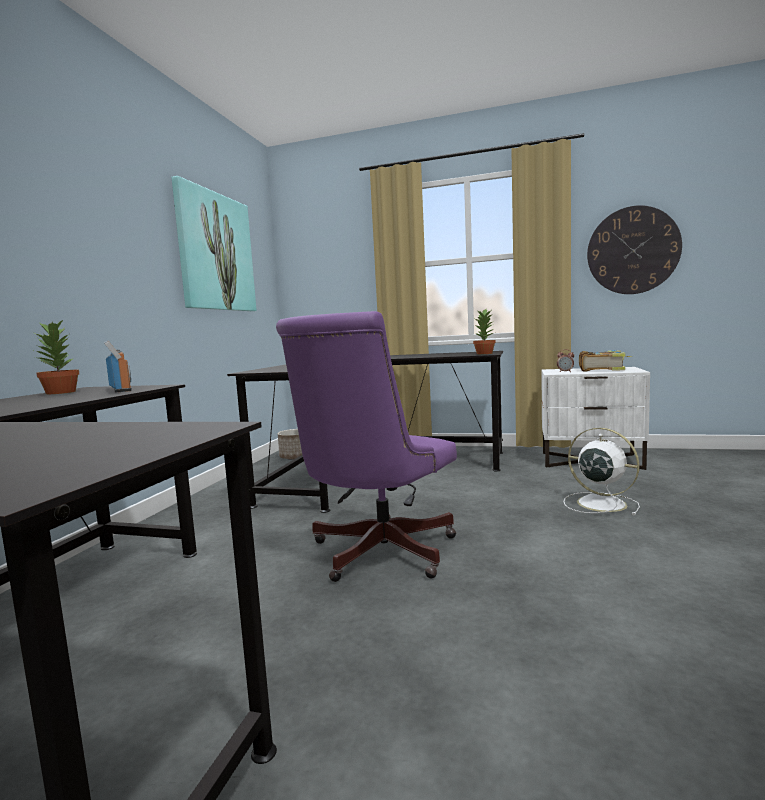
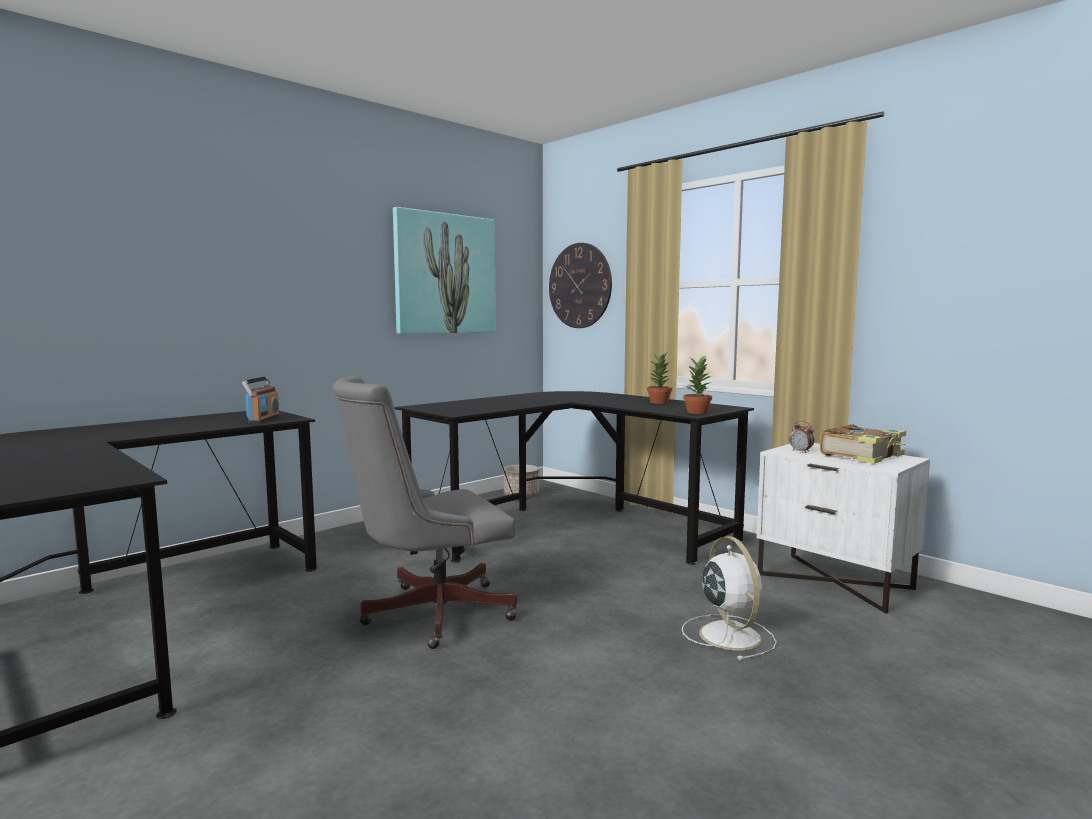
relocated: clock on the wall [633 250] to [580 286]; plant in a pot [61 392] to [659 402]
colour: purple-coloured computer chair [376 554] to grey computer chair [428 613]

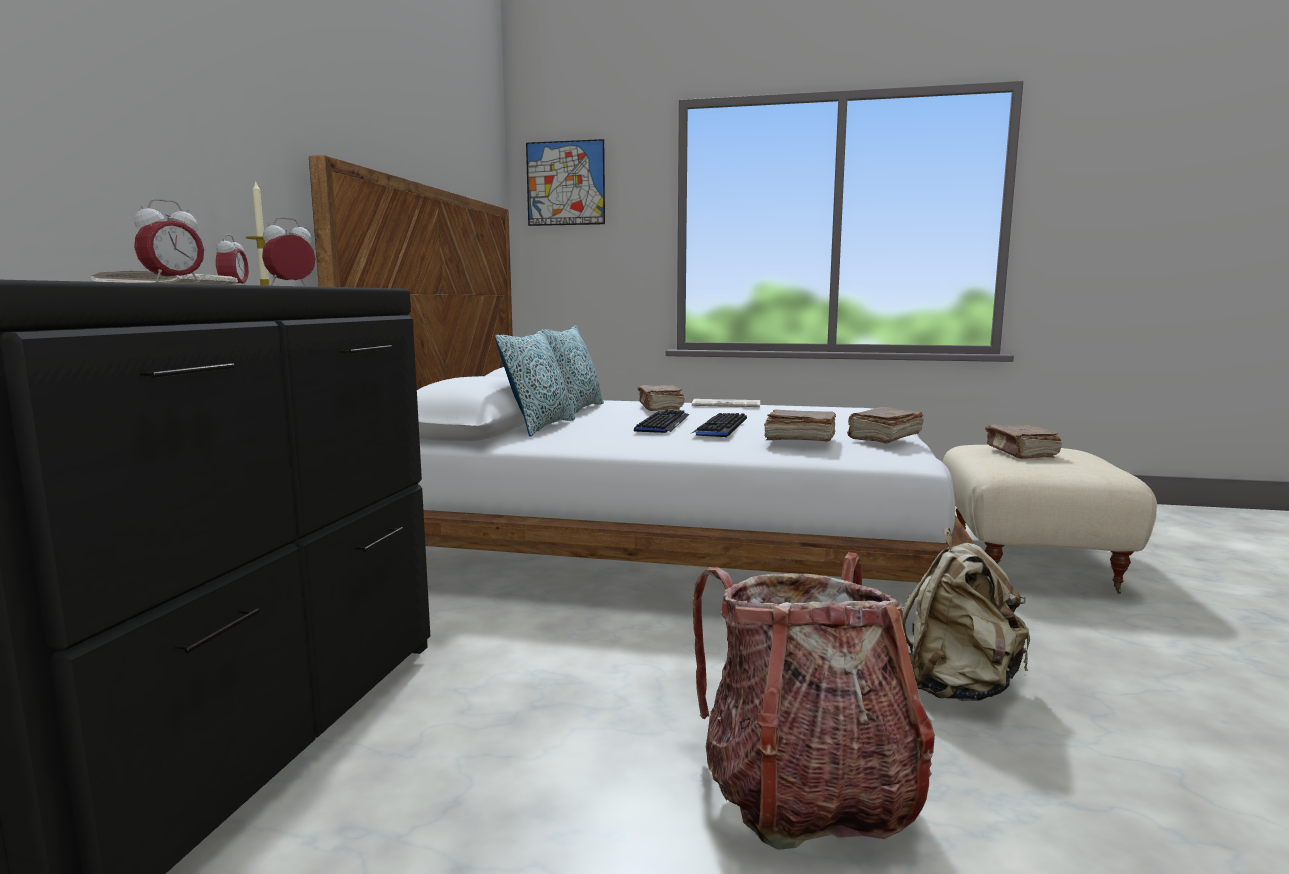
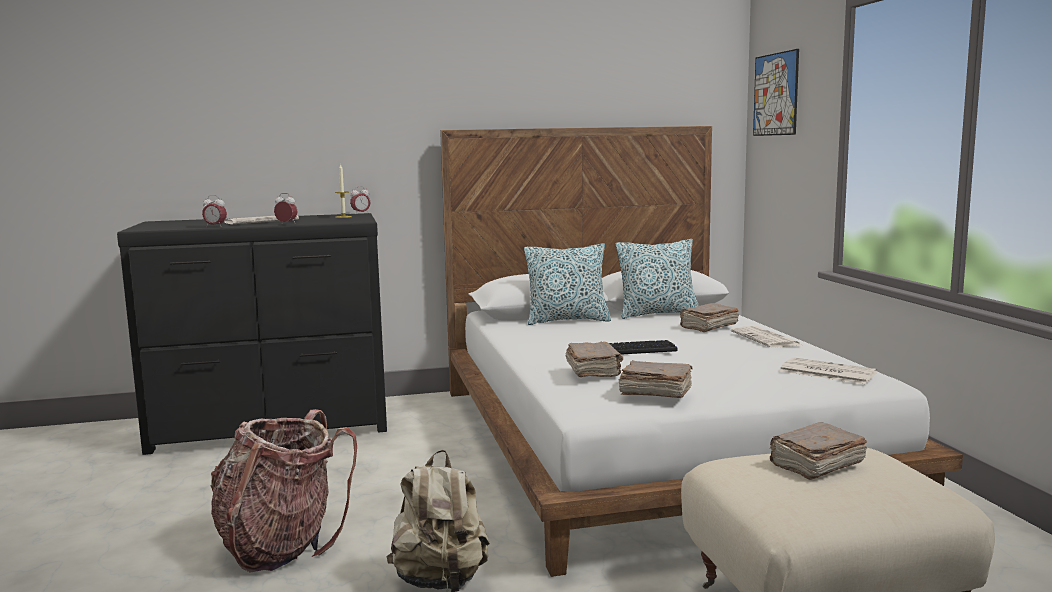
missing: PC keyboard [663 423]
appeared: daily paper [826 372]

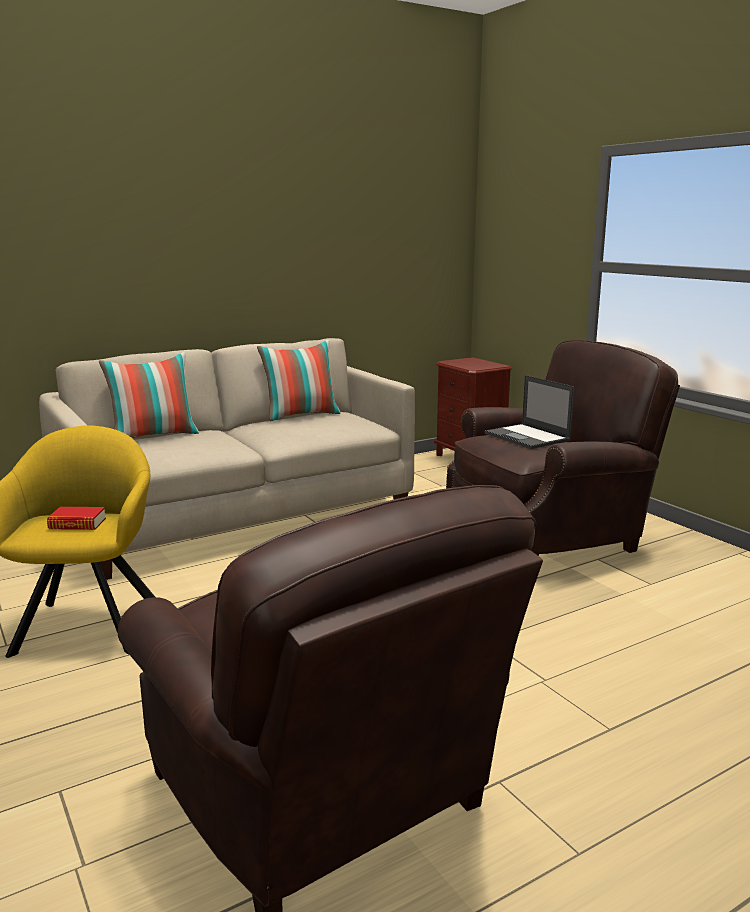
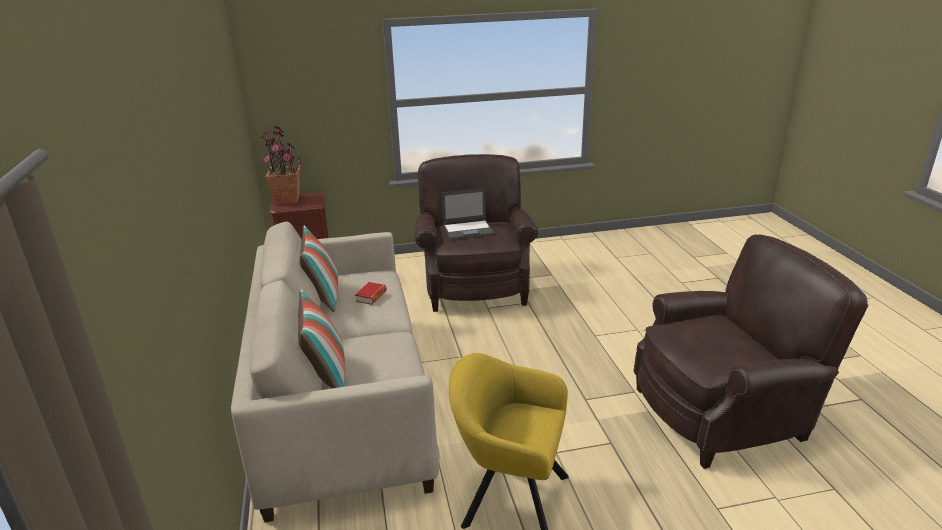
appeared: plant in a pot [288 200]
relocated: volume [77 524] to [371 296]

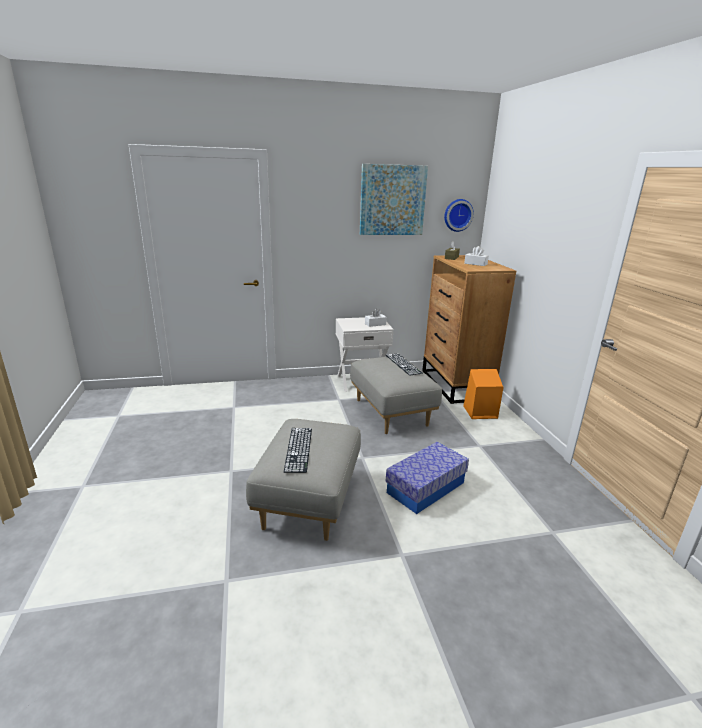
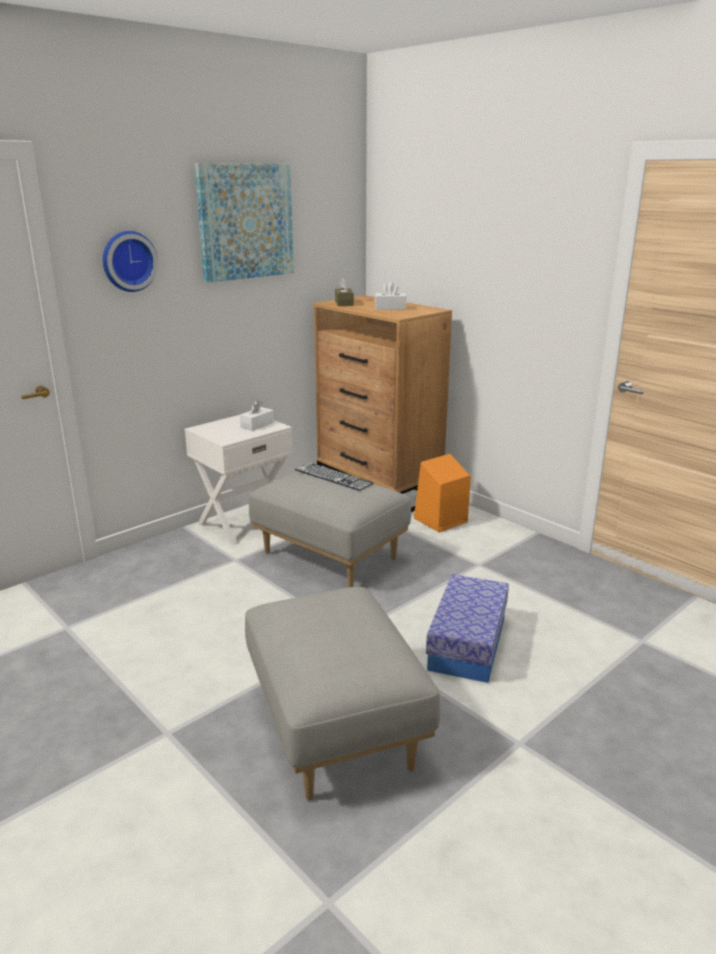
missing: PC keyboard [298 449]
relocated: clock on the wall [457 215] to [128 261]

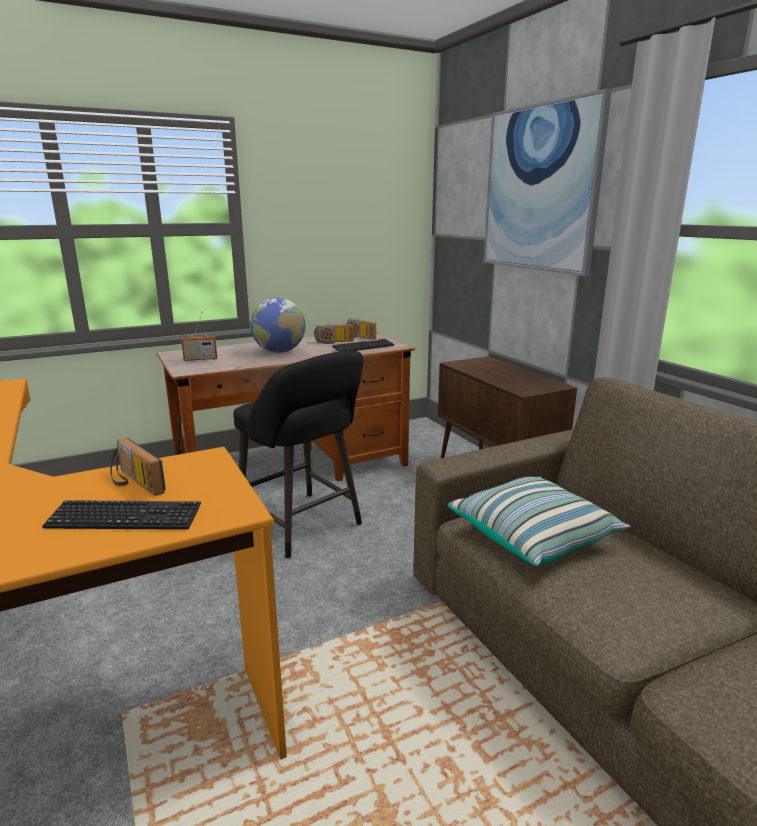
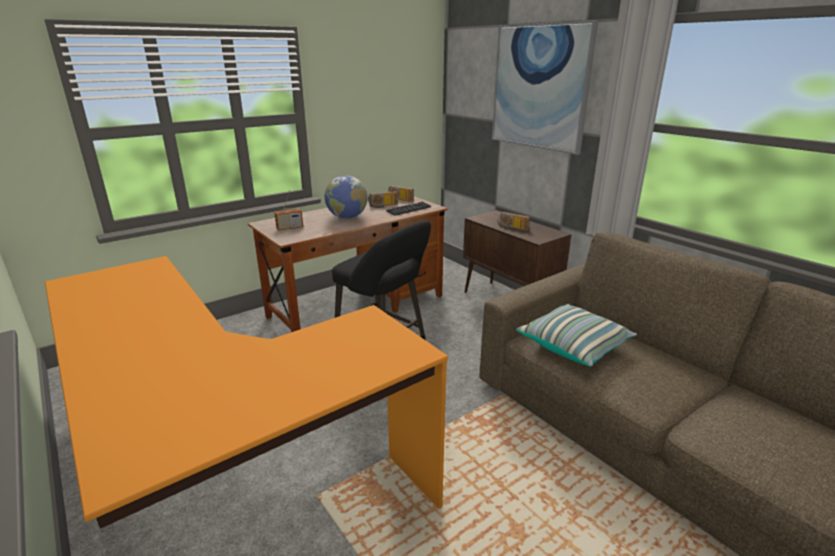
missing: PC keyboard [125 518]
relocated: radio [133 483] to [511 228]

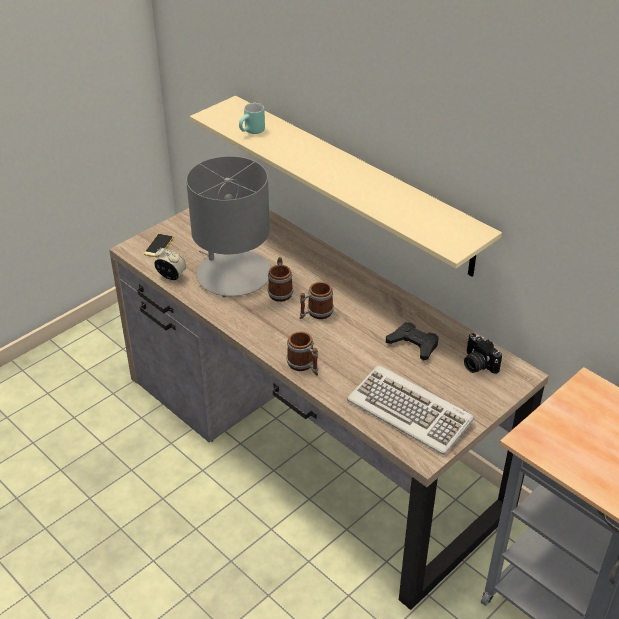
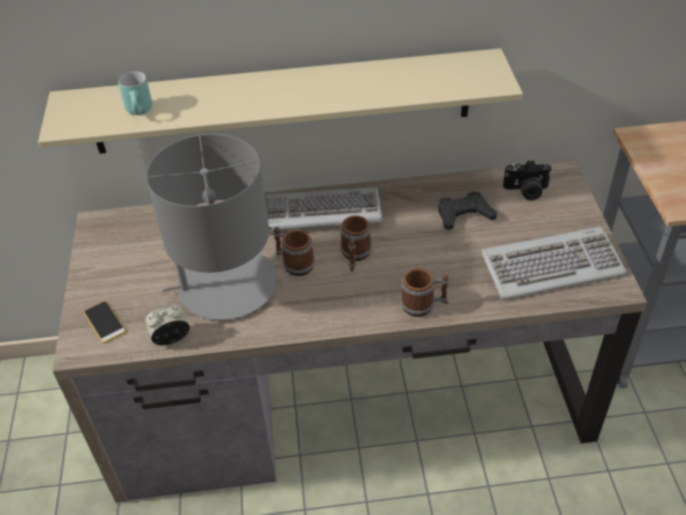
appeared: PC keyboard [319 214]

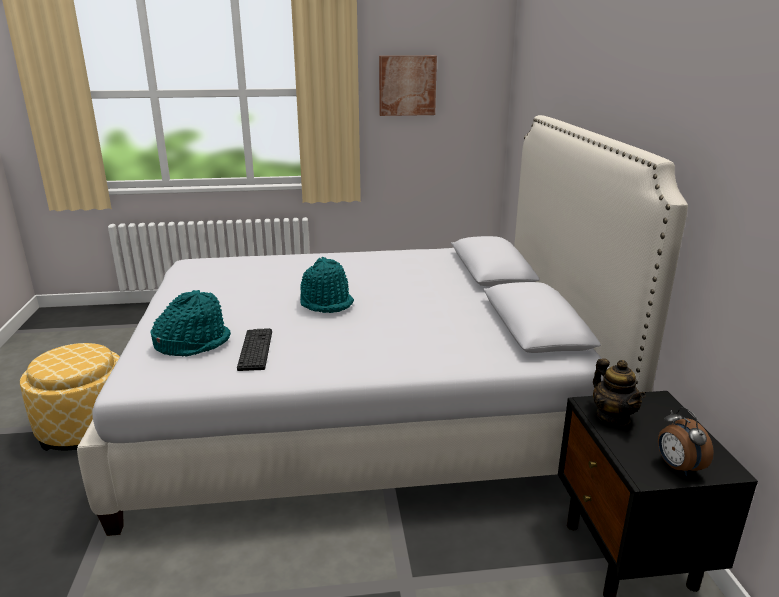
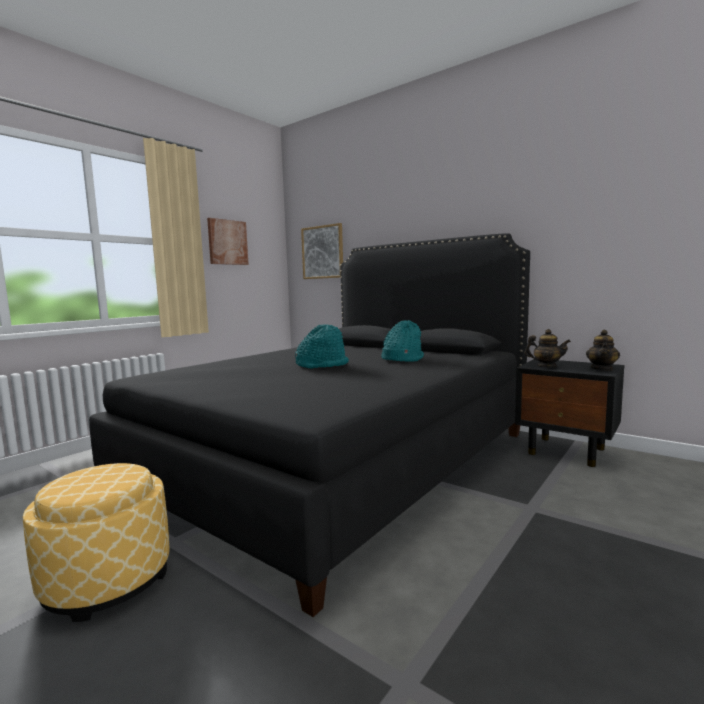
missing: PC keyboard [255 350]
appeared: wall art [323 252]
relocated: turquoise hat [193 343] to [402 359]
exchanged: table clock [677 467] to tea pot [602 369]
colour: white-coloured sleeping bed [364 408] to black-coloured sleeping bed [340 460]

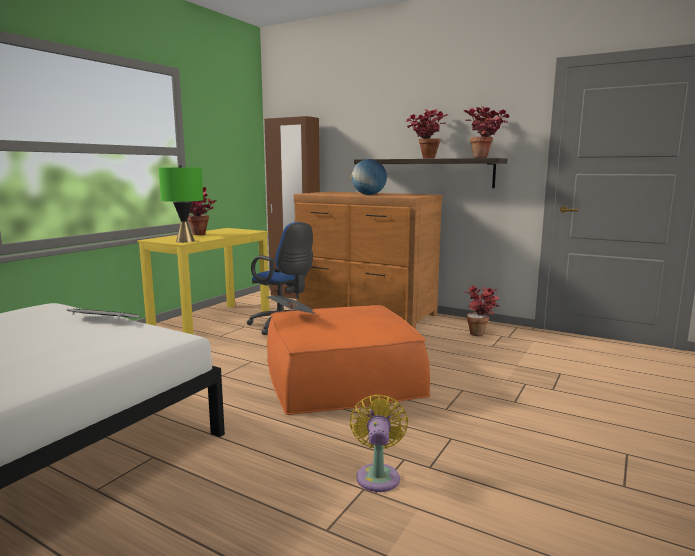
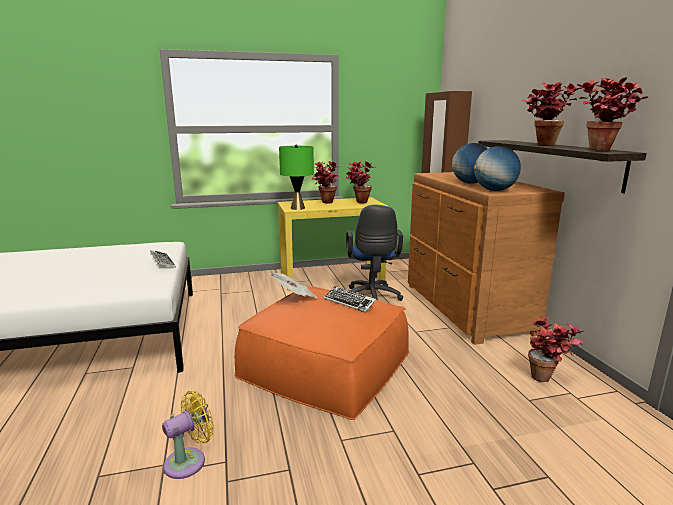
appeared: world globe [494 190]; plant in a pot [358 203]; PC keyboard [349 302]

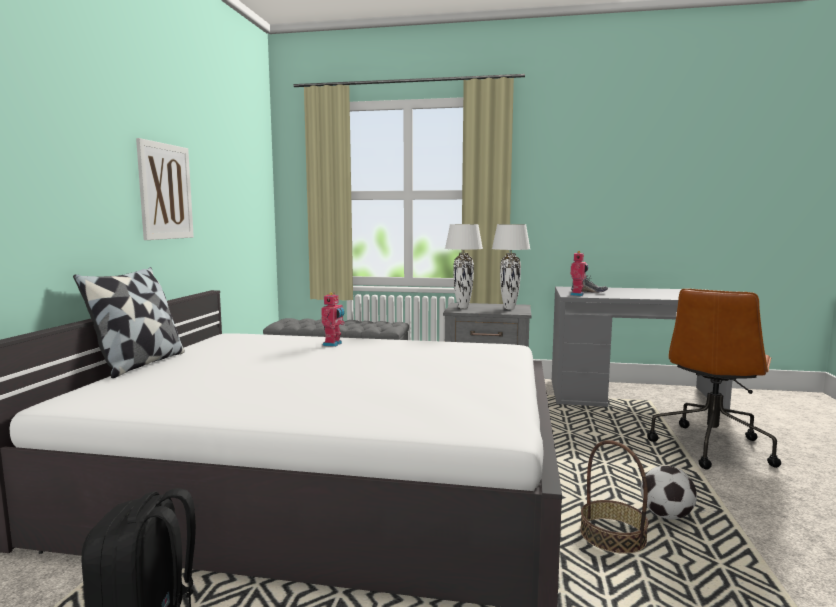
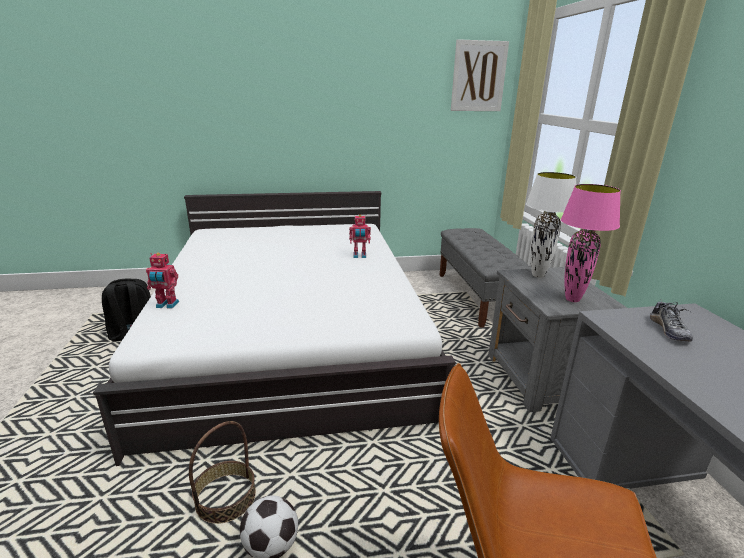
missing: cushion [140 364]
relocated: wall art [165 191] to [478 76]; toy robot [578 295] to [167 305]
colour: white-coloured lamp for a table [509 308] to pinkish lamp for a table [572 299]

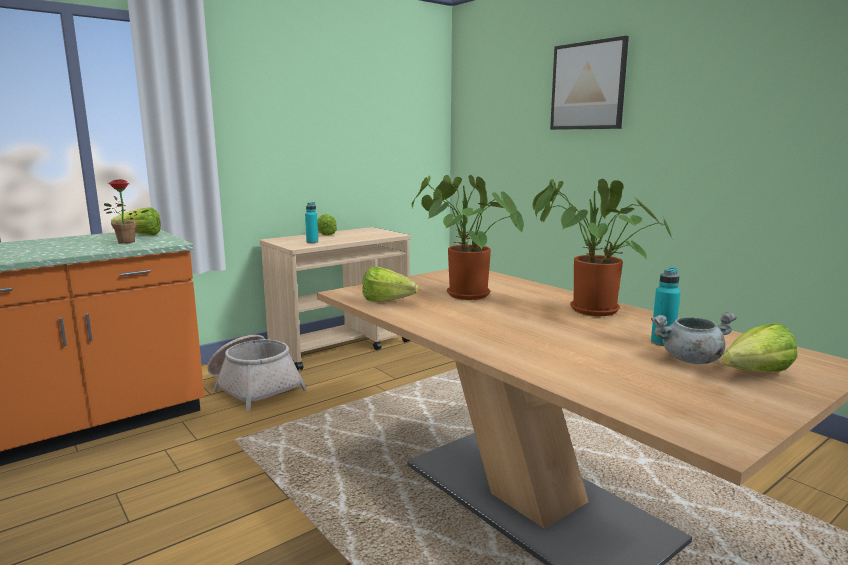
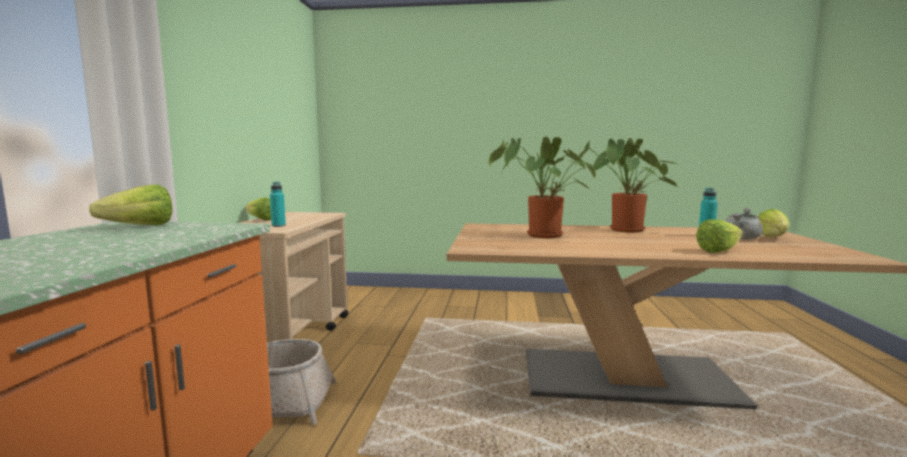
missing: wall art [588 86]; plant in a pot [125 242]
relocated: head of lettuce [391 302] to [722 251]

